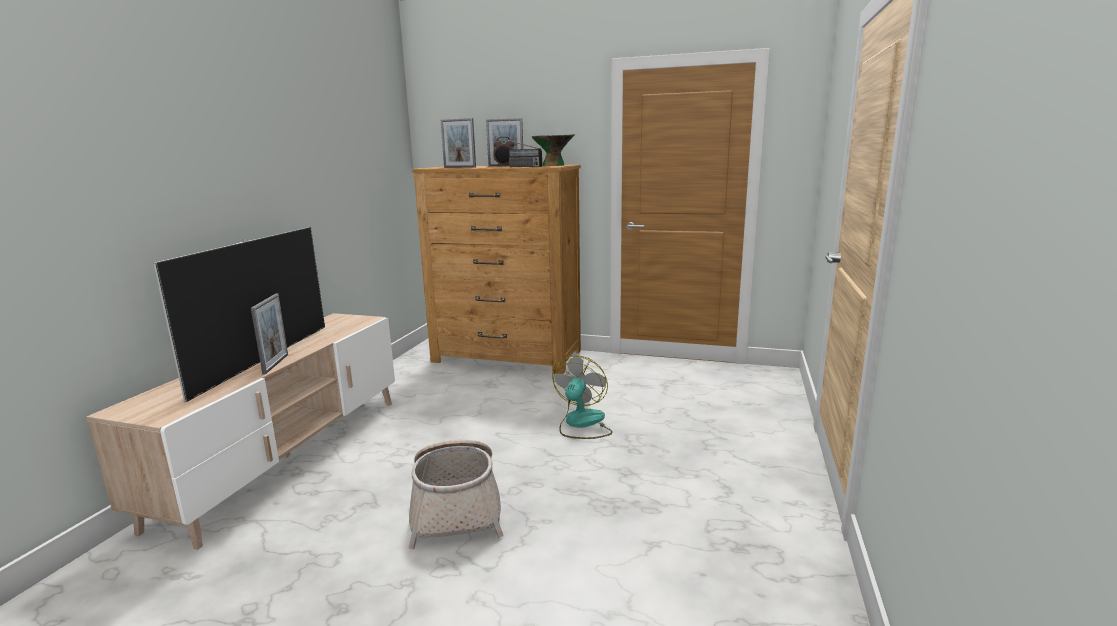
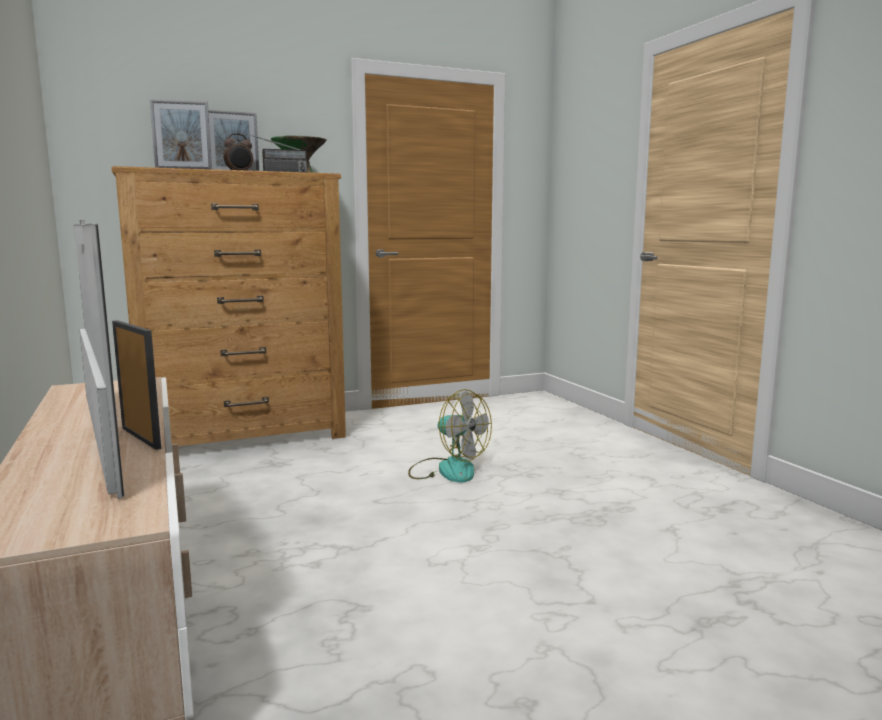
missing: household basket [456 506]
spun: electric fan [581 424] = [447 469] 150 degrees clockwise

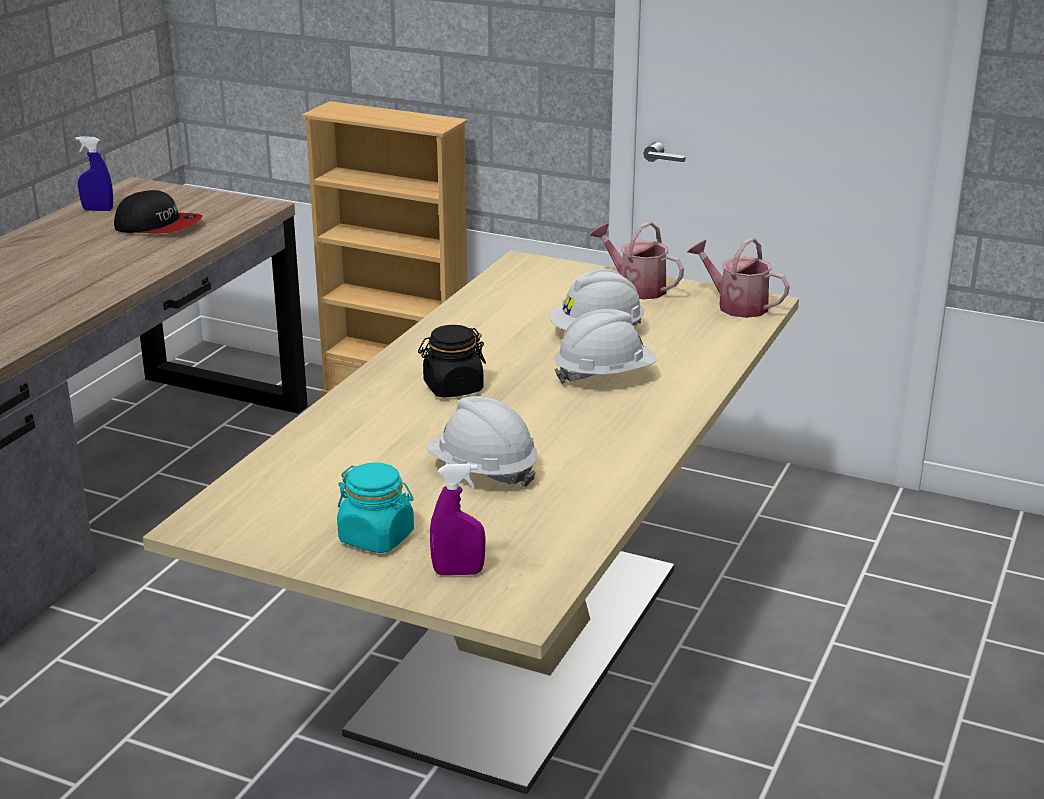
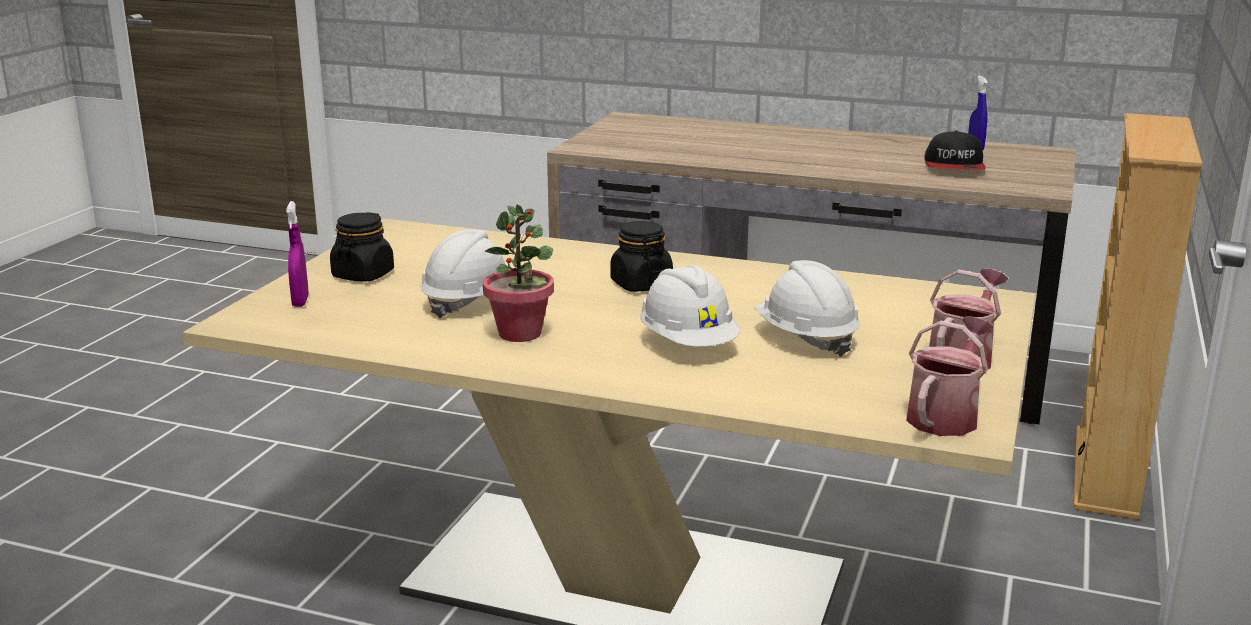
appeared: plant in a pot [520 333]
colour: turquoise storage jar [377 537] to black-coloured storage jar [363 275]

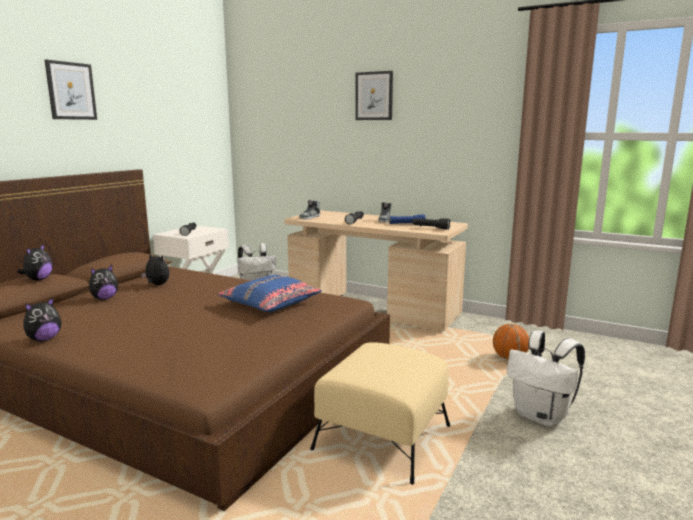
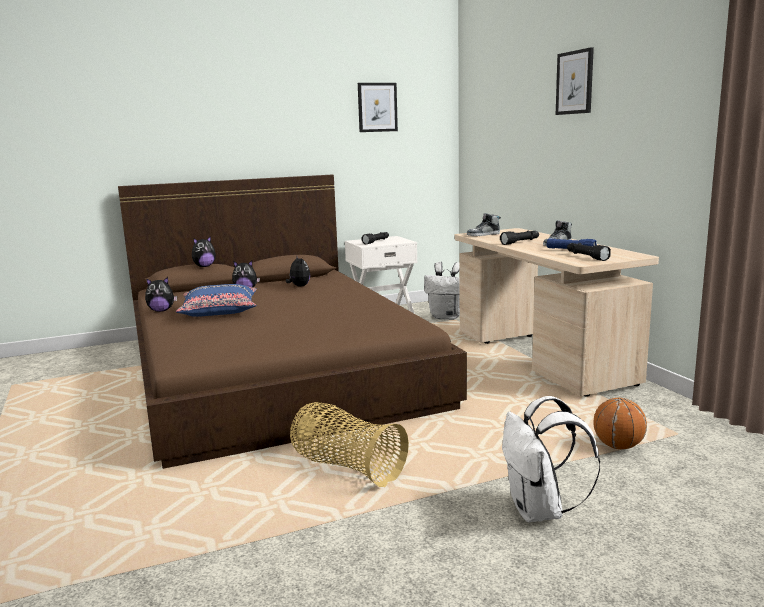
relocated: wall art [71 91] to [377 107]; bluish cushion [270 303] to [219 311]
exchanged: beige ottoman [383 437] to household basket [346 467]

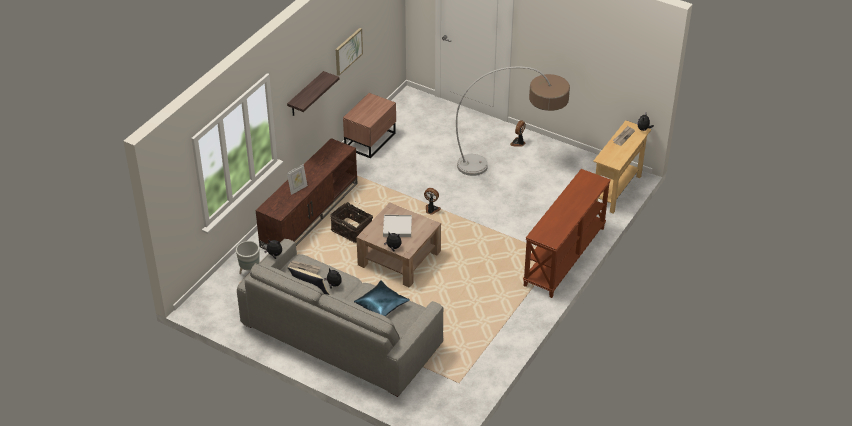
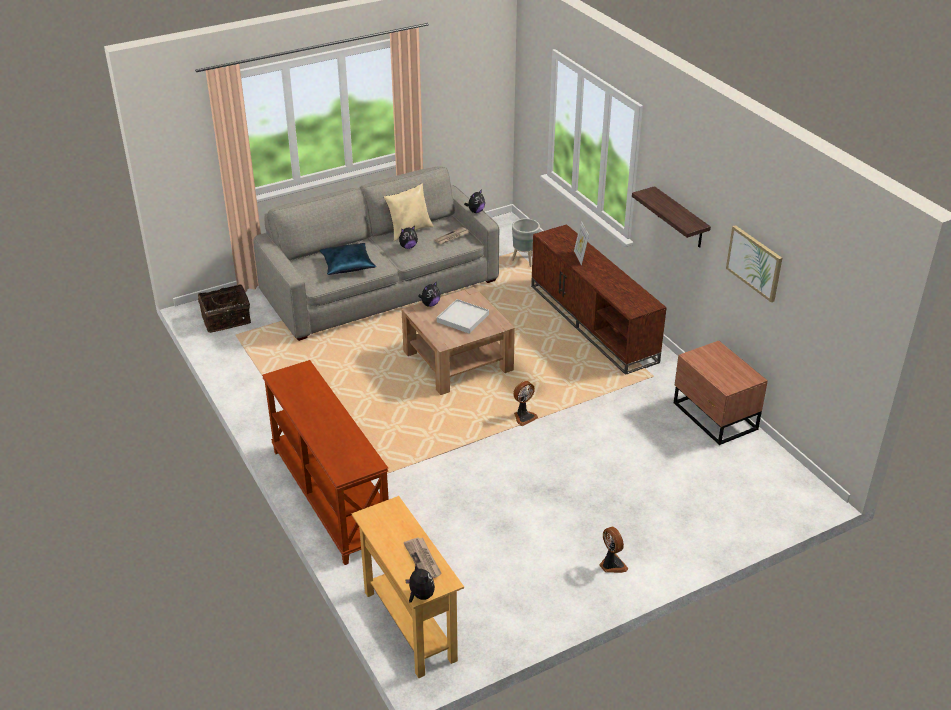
missing: standard lamp [514 164]
relocated: household basket [352 230] to [226 320]

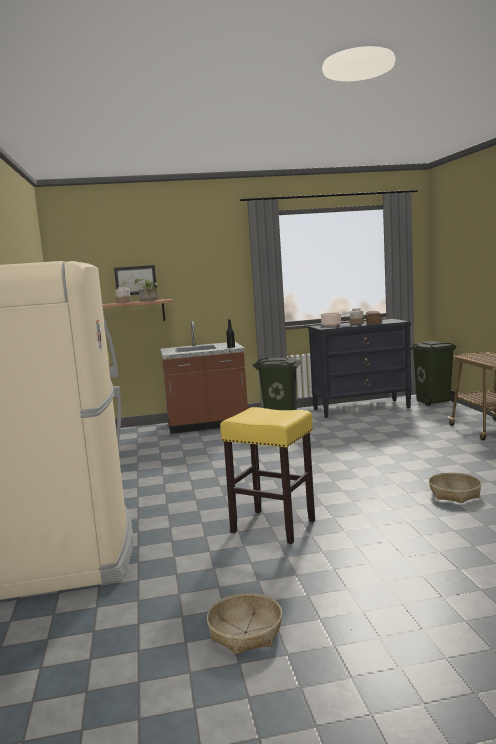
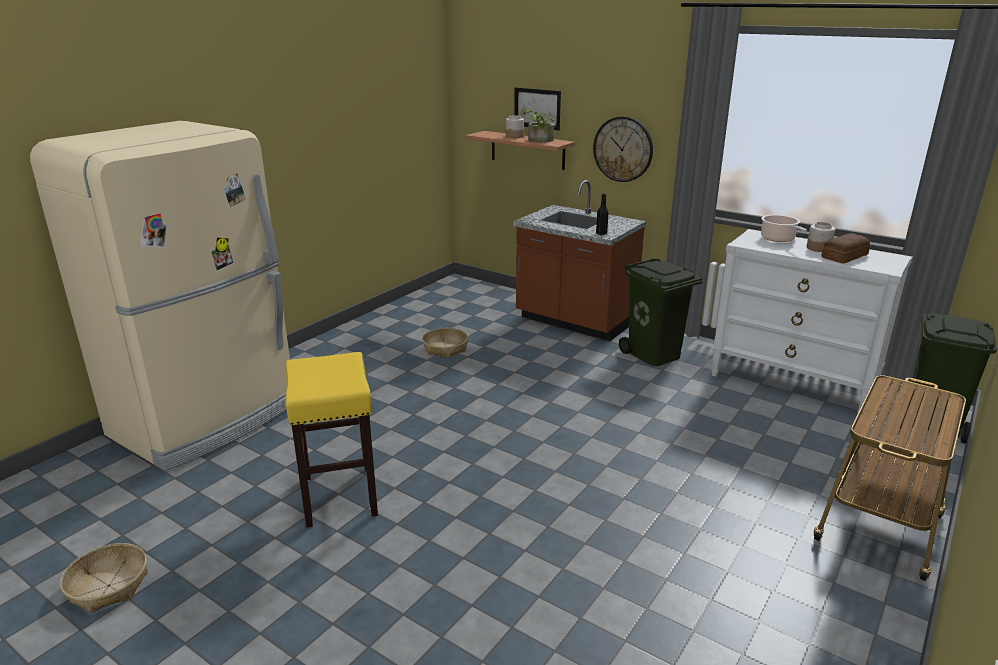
appeared: clock on the wall [623 149]
relocated: household basket [455 494] to [445 348]
colour: black-coloured drawer chest [361 408] to white-coloured drawer chest [792 383]

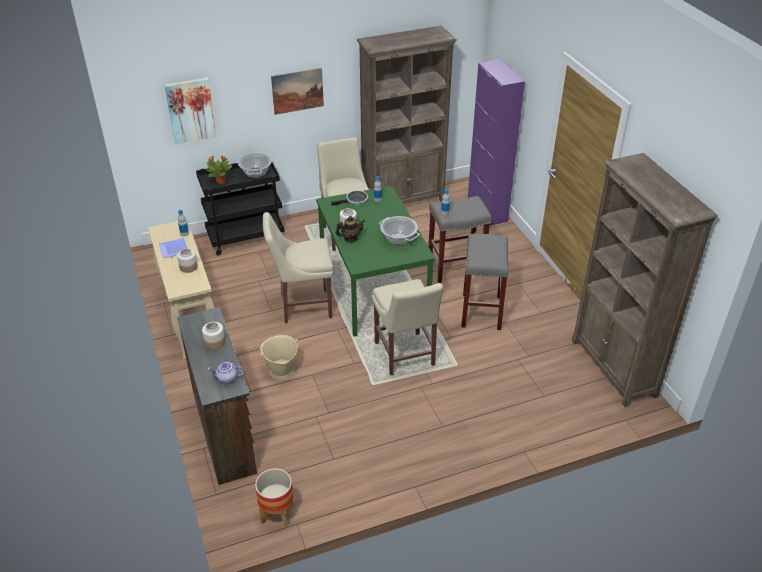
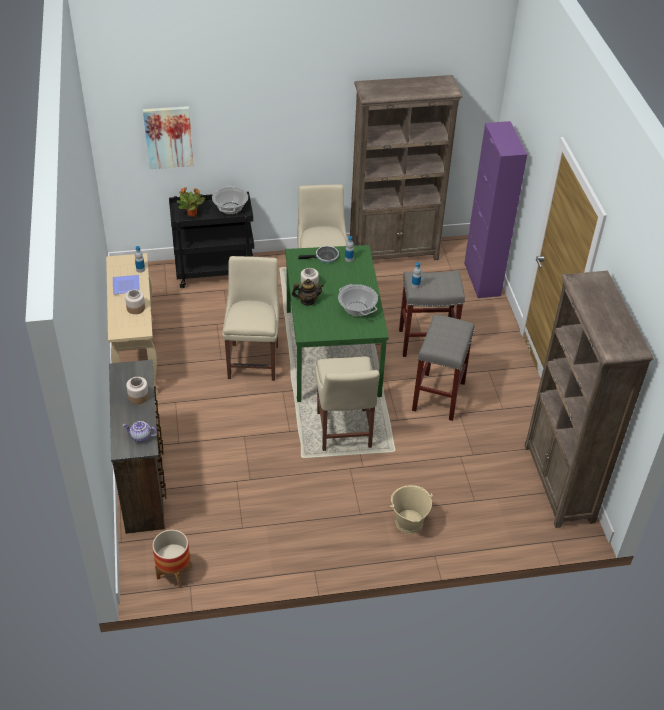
missing: wall art [297 91]
relocated: beige water bucket [281 370] to [408 522]
spun: beige chair [302 306] = [254 359] 90 degrees clockwise

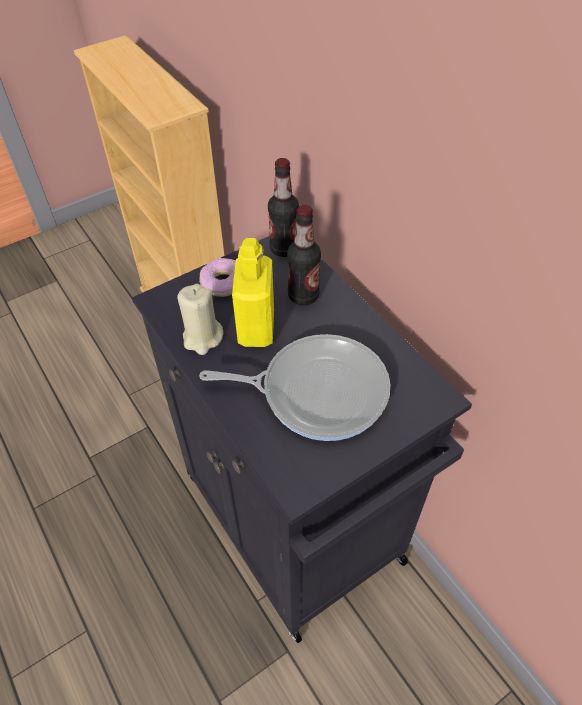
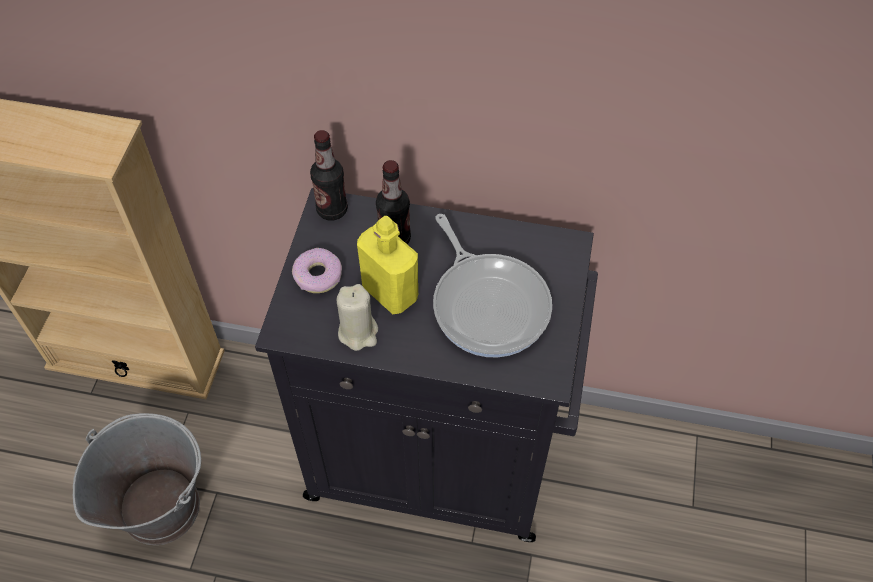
appeared: grey water bucket [160 506]
spun: pan [317 391] = [488 304] 105 degrees clockwise

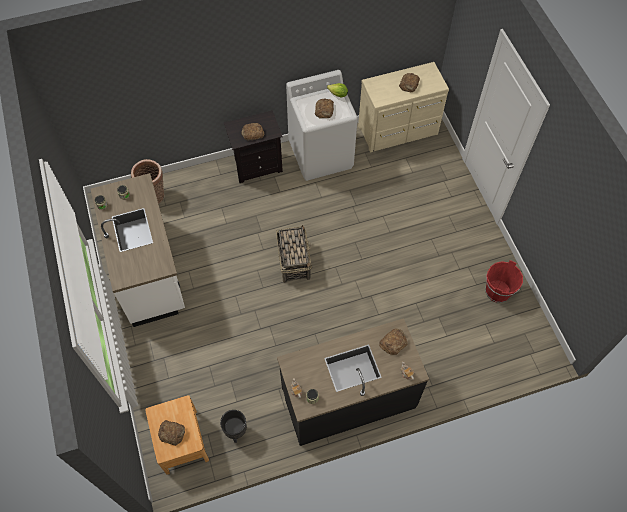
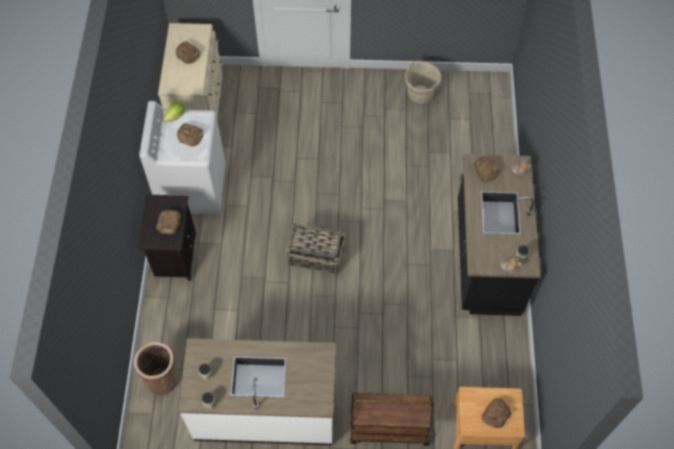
missing: black-coloured flower pot [236 432]
appeared: brown trolley [388 429]
colour: red-coloured water bucket [497 291] to beige water bucket [420 96]

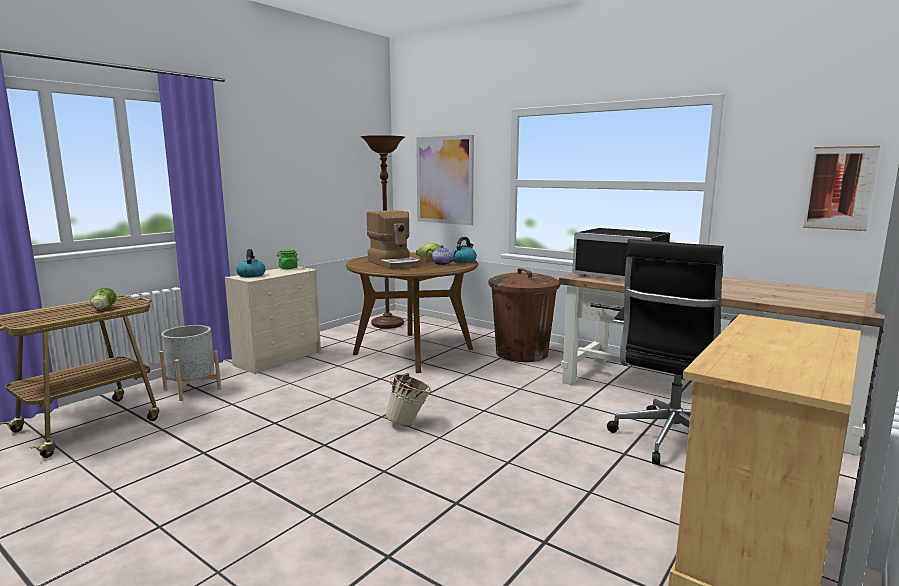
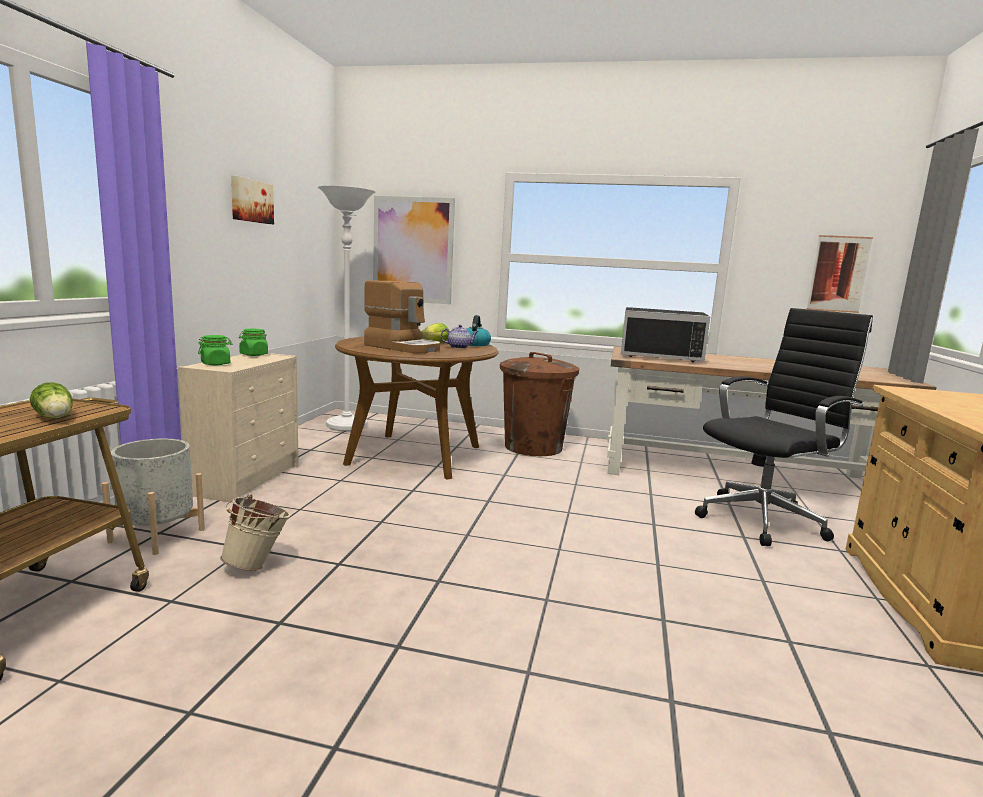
appeared: wall art [251 201]
relocated: beige water bucket [409 423] to [258 565]
exchanged: tea kettle [251 275] to greenish storage jar [216 364]
colour: brown standard lamp [387 324] to white-coloured standard lamp [346 426]
spun: black-coloured computer chair [669 442] = [764 519] 135 degrees counterclockwise

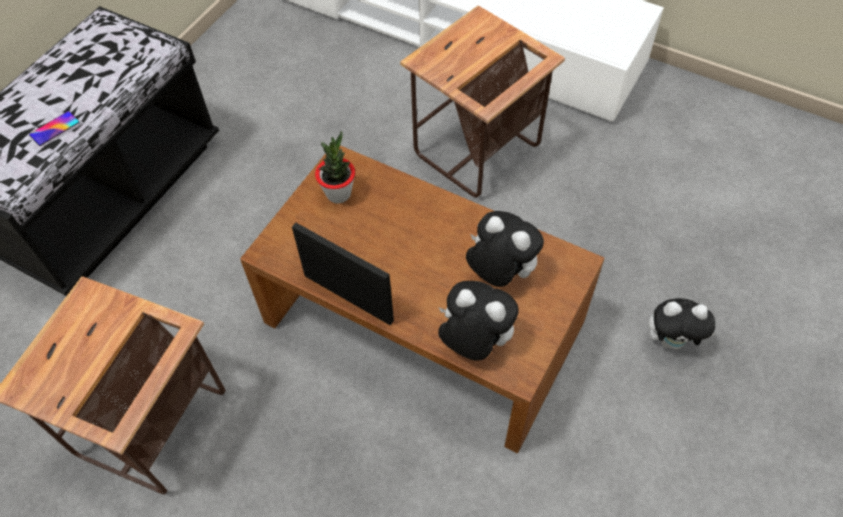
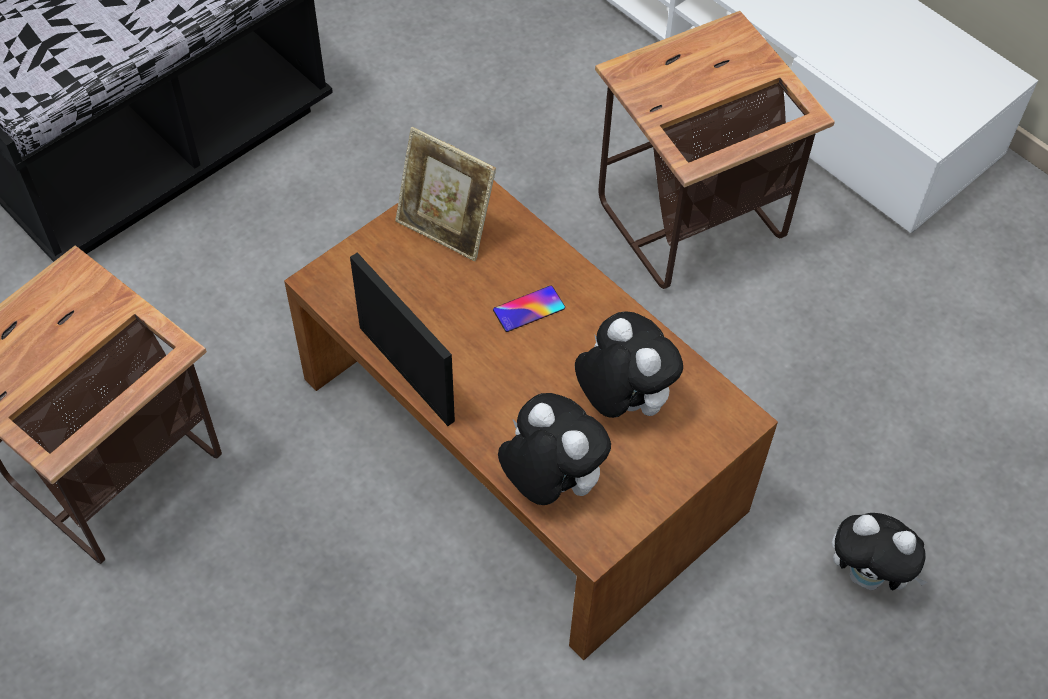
relocated: telephone [54 129] to [529 309]
exchanged: plant in a pot [338 193] to picture frame [445 229]

